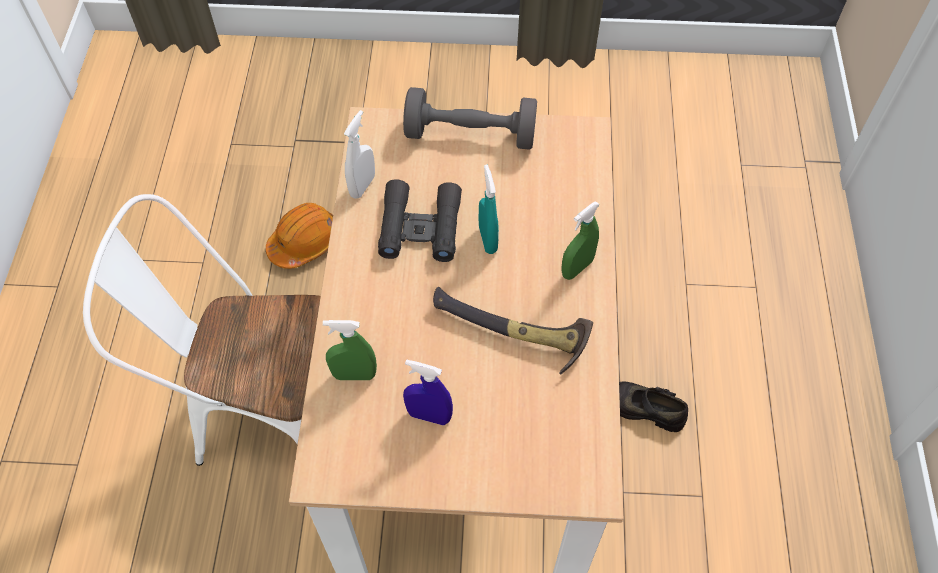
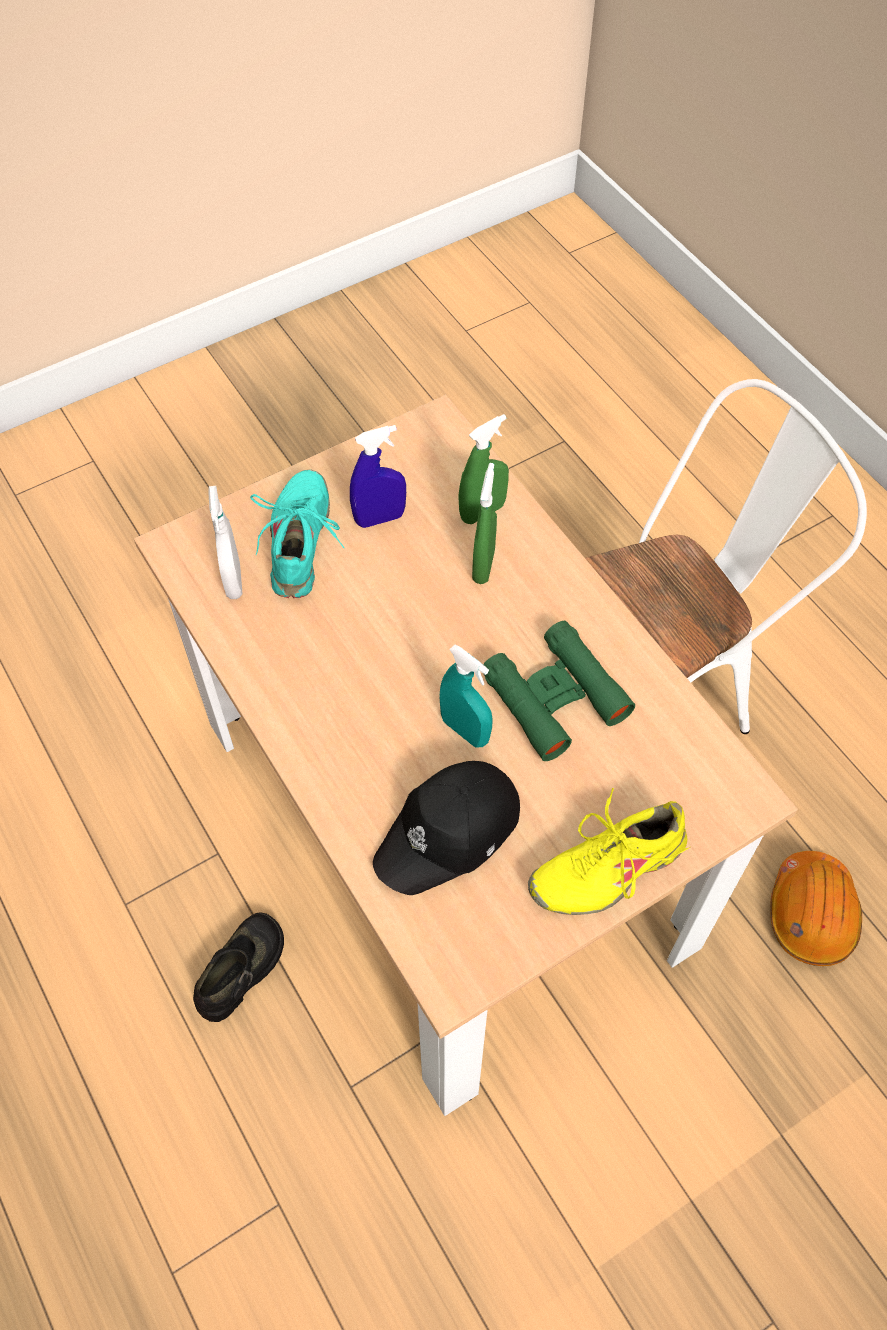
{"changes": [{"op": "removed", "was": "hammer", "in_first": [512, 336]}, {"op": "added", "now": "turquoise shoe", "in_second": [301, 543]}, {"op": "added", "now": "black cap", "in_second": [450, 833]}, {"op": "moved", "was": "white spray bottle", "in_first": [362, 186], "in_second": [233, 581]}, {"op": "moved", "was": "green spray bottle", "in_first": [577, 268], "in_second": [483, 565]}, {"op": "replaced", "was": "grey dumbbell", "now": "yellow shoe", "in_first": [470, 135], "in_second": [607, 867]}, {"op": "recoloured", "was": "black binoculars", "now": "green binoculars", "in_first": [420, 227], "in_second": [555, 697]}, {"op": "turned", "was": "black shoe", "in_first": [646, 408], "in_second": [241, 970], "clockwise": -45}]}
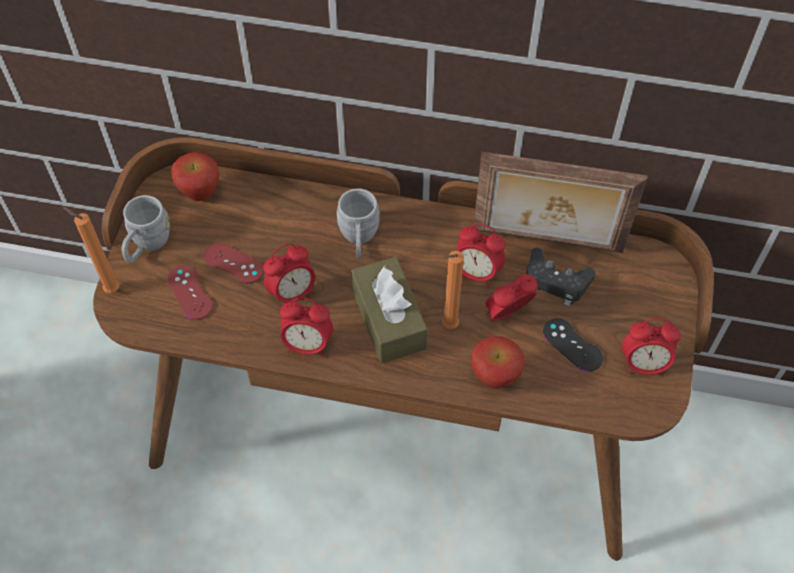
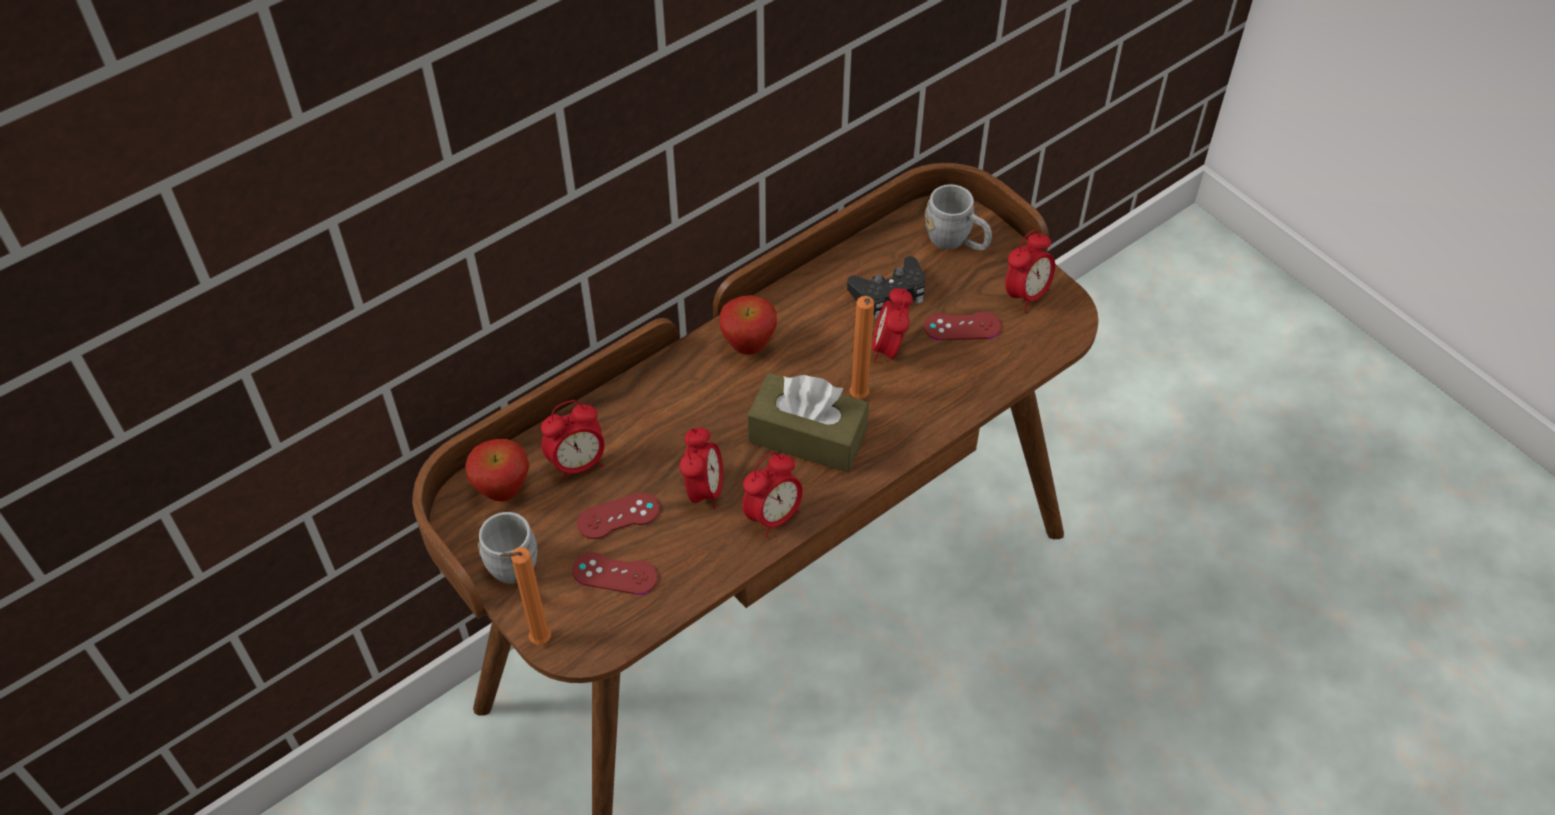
{"changes": [{"op": "removed", "was": "picture frame", "in_first": [547, 242]}, {"op": "moved", "was": "grey mug", "in_first": [359, 239], "in_second": [956, 241]}, {"op": "moved", "was": "alarm clock", "in_first": [476, 273], "in_second": [578, 464]}, {"op": "moved", "was": "apple", "in_first": [494, 378], "in_second": [748, 346]}, {"op": "recoloured", "was": "black game controller", "now": "red game controller", "in_first": [572, 345], "in_second": [962, 326]}]}
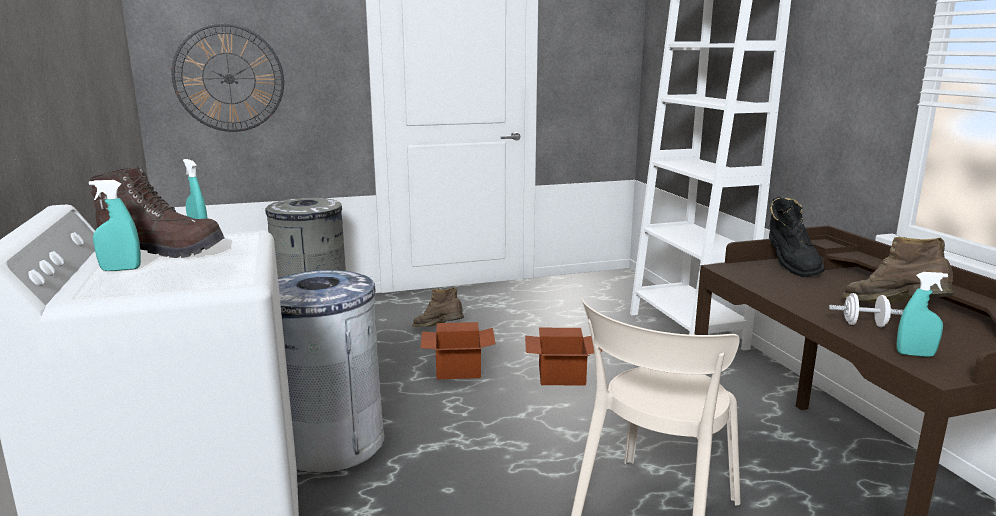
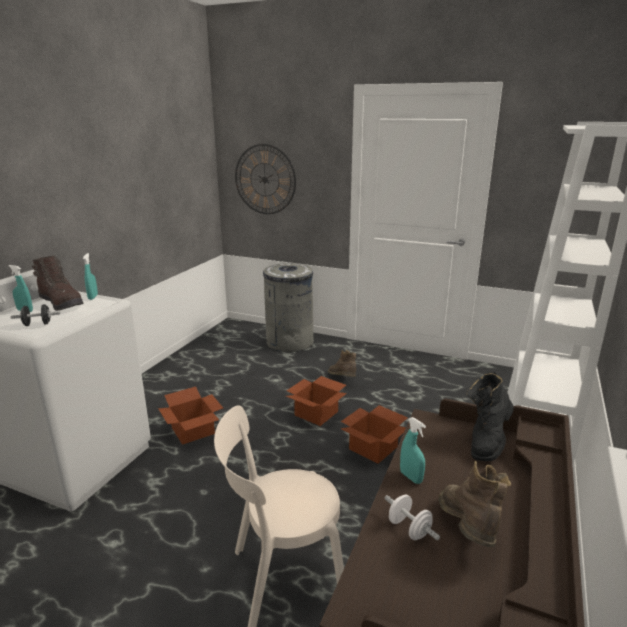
{"changes": [{"op": "added", "now": "black dumbbell", "in_second": [37, 324]}, {"op": "moved", "was": "turquoise spray bottle", "in_first": [915, 354], "in_second": [411, 477]}, {"op": "replaced", "was": "grey trash can", "now": "cardboard box", "in_first": [331, 443], "in_second": [192, 431]}]}
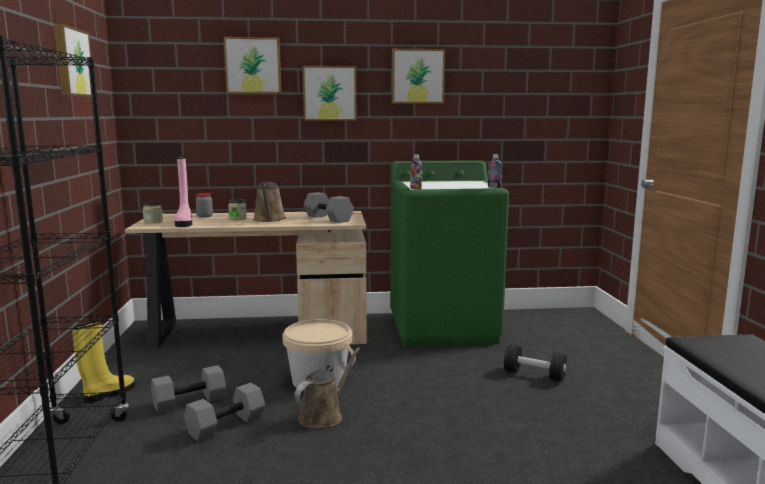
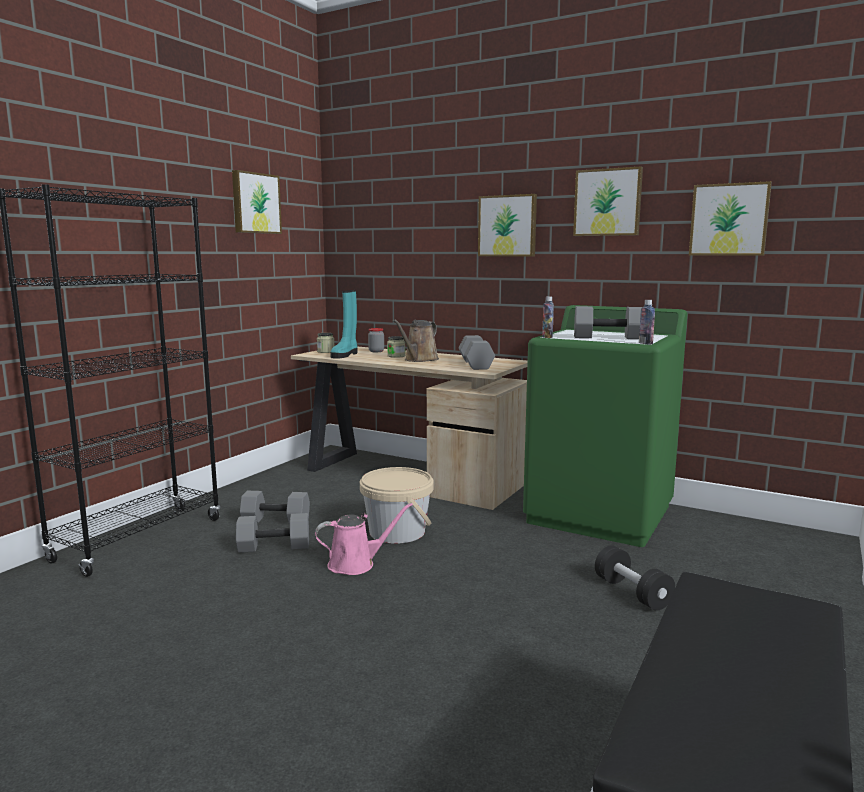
{"changes": [{"op": "removed", "was": "yellow boot", "in_first": [108, 394]}, {"op": "added", "now": "grey dumbbell", "in_second": [607, 337]}, {"op": "moved", "was": "picture", "in_first": [253, 65], "in_second": [729, 220]}, {"op": "recoloured", "was": "pink boot", "now": "turquoise boot", "in_first": [184, 223], "in_second": [345, 355]}, {"op": "recoloured", "was": "brown watering can", "now": "pink watering can", "in_first": [324, 416], "in_second": [356, 564]}]}
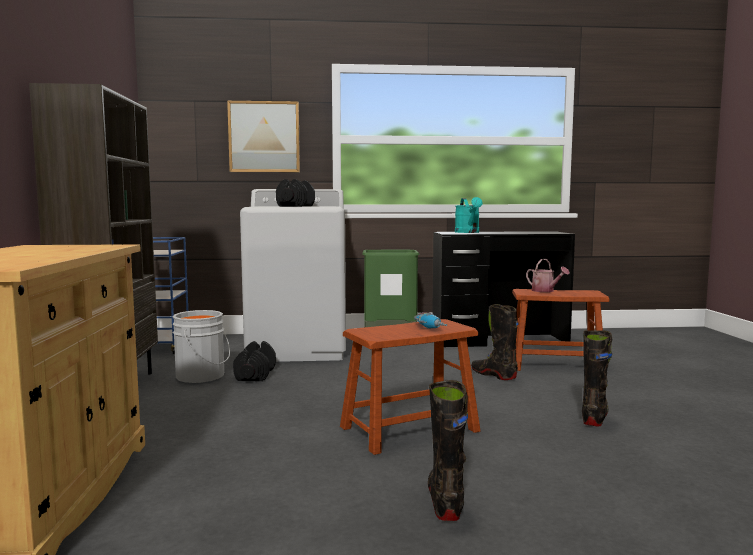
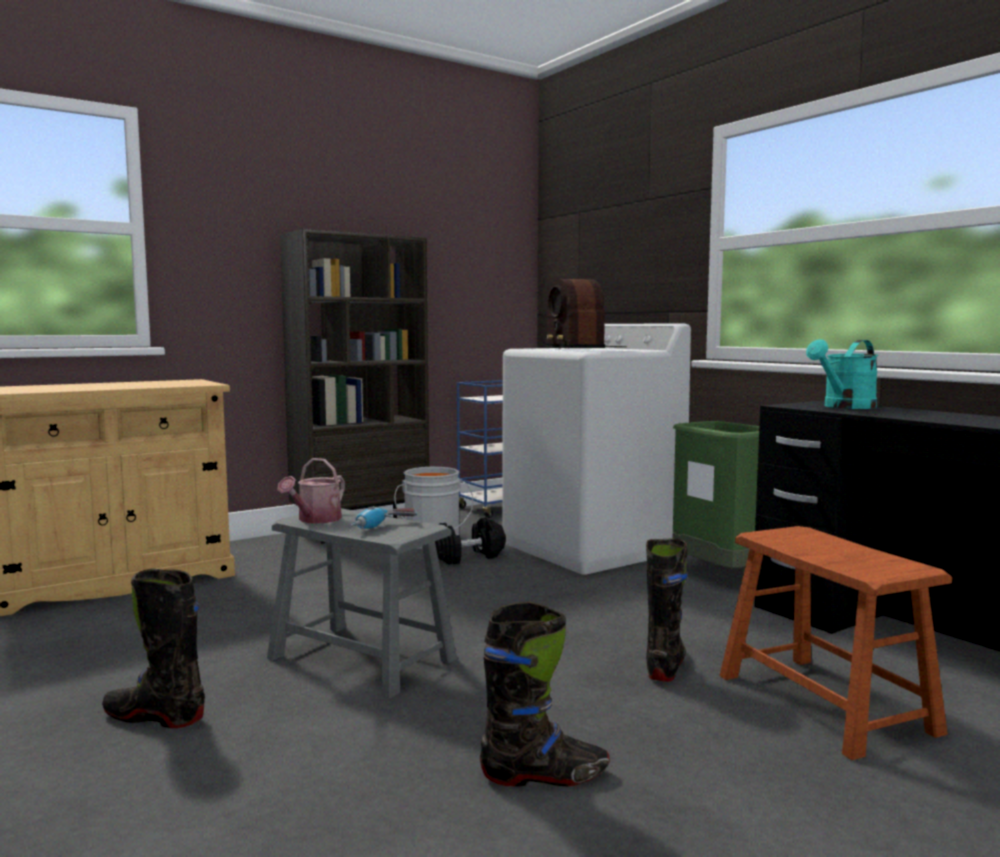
{"changes": [{"op": "removed", "was": "picture", "in_first": [264, 137]}, {"op": "moved", "was": "watering can", "in_first": [545, 291], "in_second": [316, 520]}, {"op": "replaced", "was": "black dumbbell", "now": "radio", "in_first": [296, 206], "in_second": [582, 349]}, {"op": "recoloured", "was": "brown stool", "now": "grey stool", "in_first": [409, 429], "in_second": [362, 659]}, {"op": "turned", "was": "black boot", "in_first": [445, 501], "in_second": [155, 717], "clockwise": -135}]}
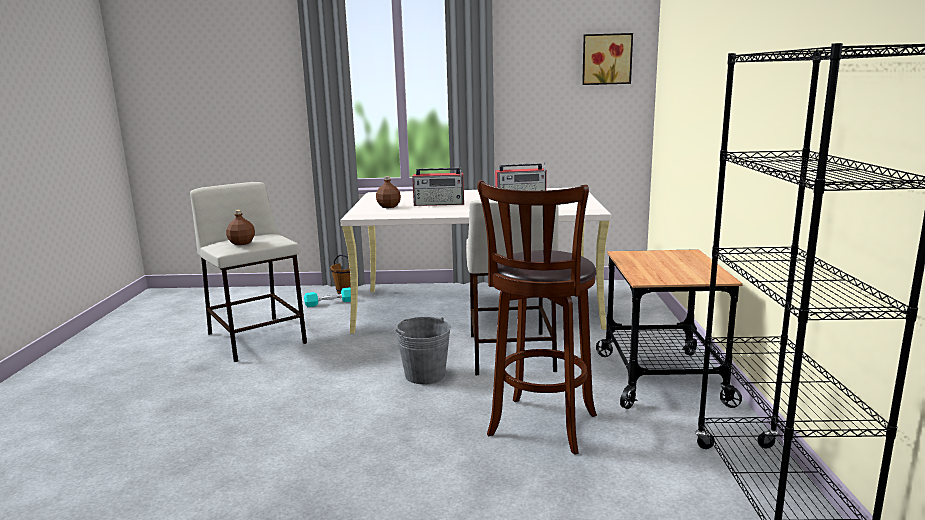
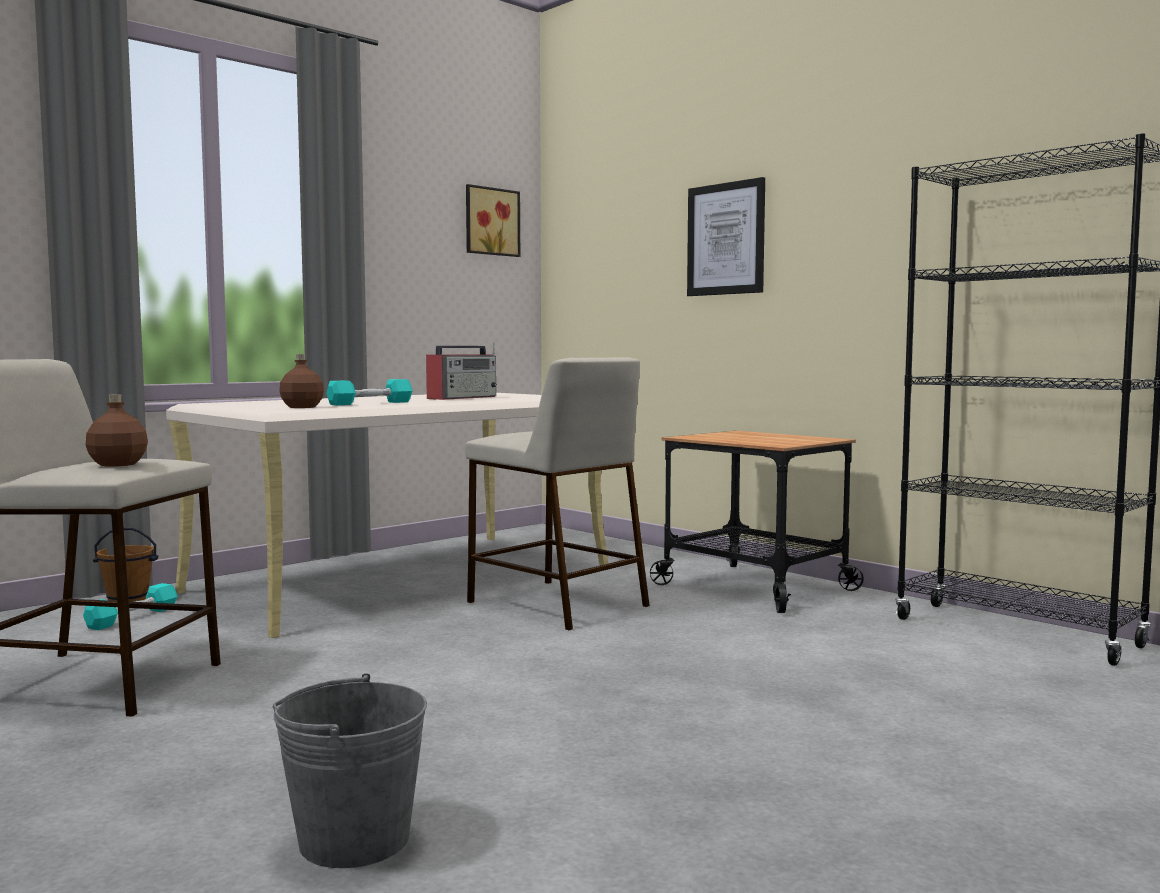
{"changes": [{"op": "removed", "was": "brown stool", "in_first": [541, 428]}, {"op": "added", "now": "picture", "in_second": [726, 239]}, {"op": "moved", "was": "grey bucket", "in_first": [425, 375], "in_second": [354, 839]}, {"op": "replaced", "was": "radio", "now": "turquoise dumbbell", "in_first": [440, 204], "in_second": [370, 403]}]}
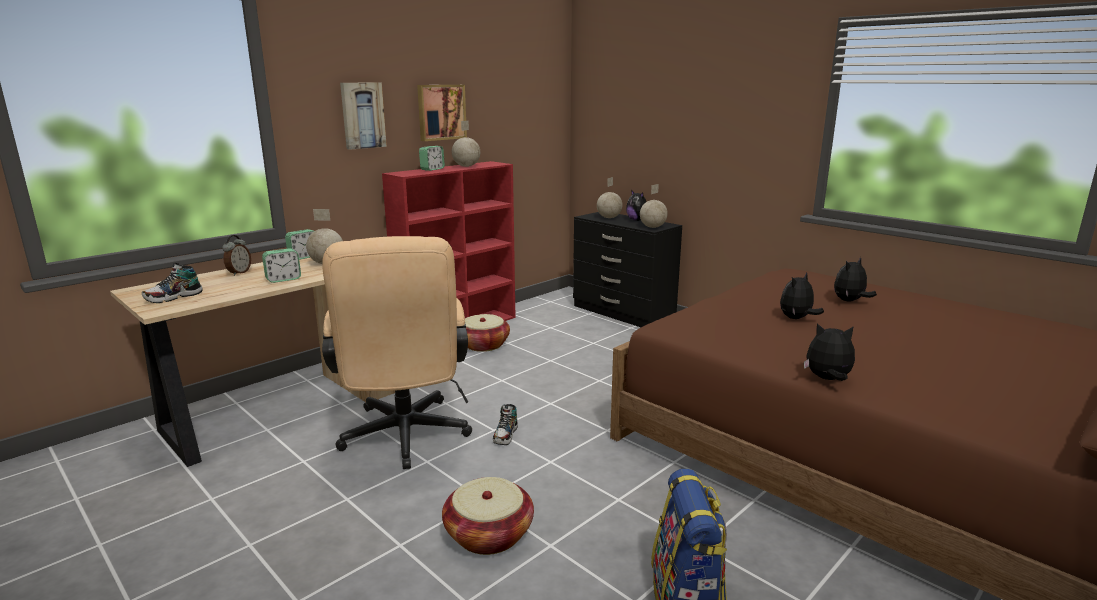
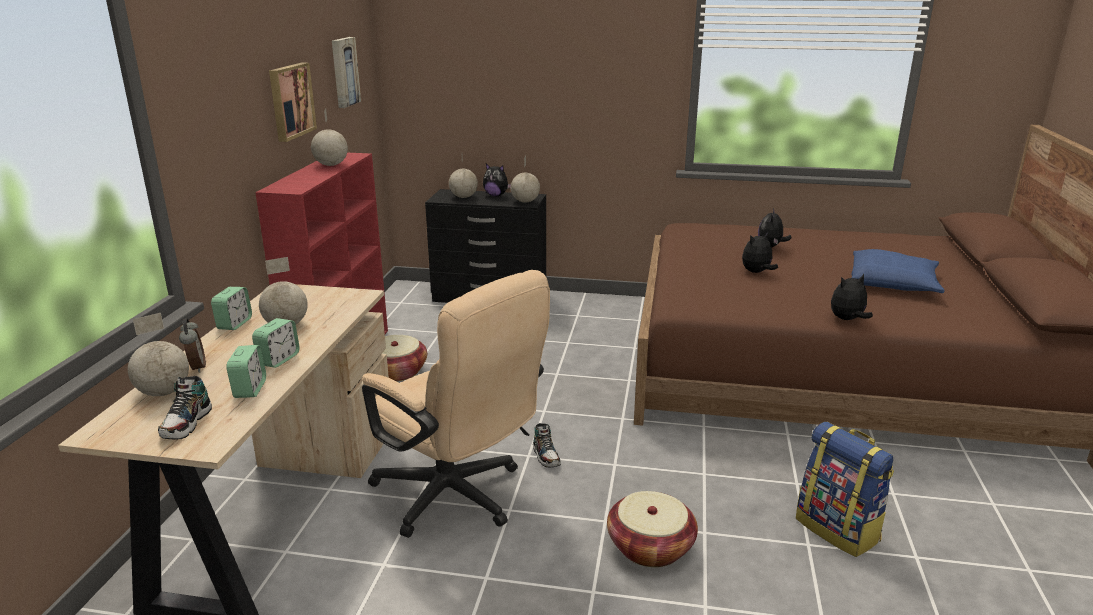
{"changes": [{"op": "added", "now": "globe", "in_second": [163, 392]}, {"op": "added", "now": "blue pillow", "in_second": [893, 283]}, {"op": "moved", "was": "picture", "in_first": [362, 115], "in_second": [344, 72]}, {"op": "moved", "was": "alarm clock", "in_first": [432, 169], "in_second": [250, 389]}, {"op": "turned", "was": "plush toy", "in_first": [797, 319], "in_second": [757, 272], "clockwise": 45}]}
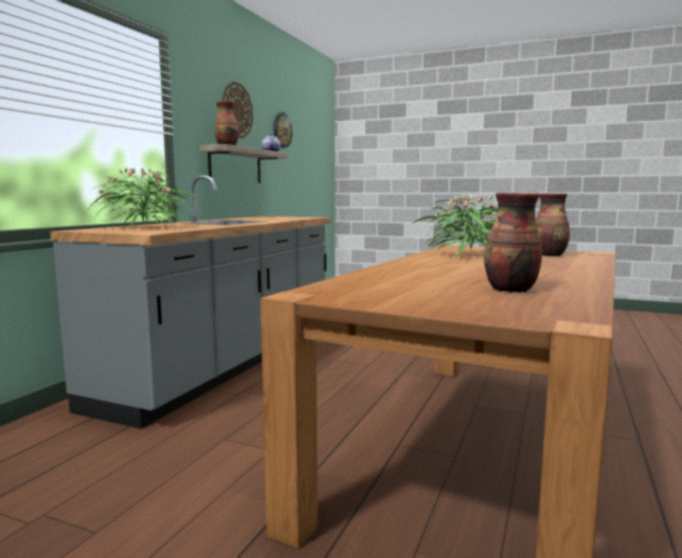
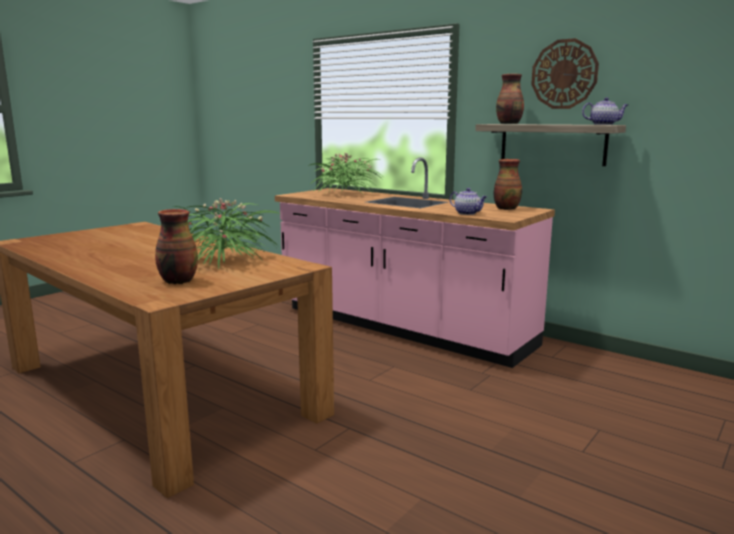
{"changes": [{"op": "removed", "was": "wall clock", "in_first": [282, 130]}, {"op": "added", "now": "teapot", "in_second": [468, 213]}, {"op": "moved", "was": "vase", "in_first": [509, 290], "in_second": [506, 208]}, {"op": "recoloured", "was": "grey counter", "now": "pink counter", "in_first": [228, 364], "in_second": [401, 327]}]}
